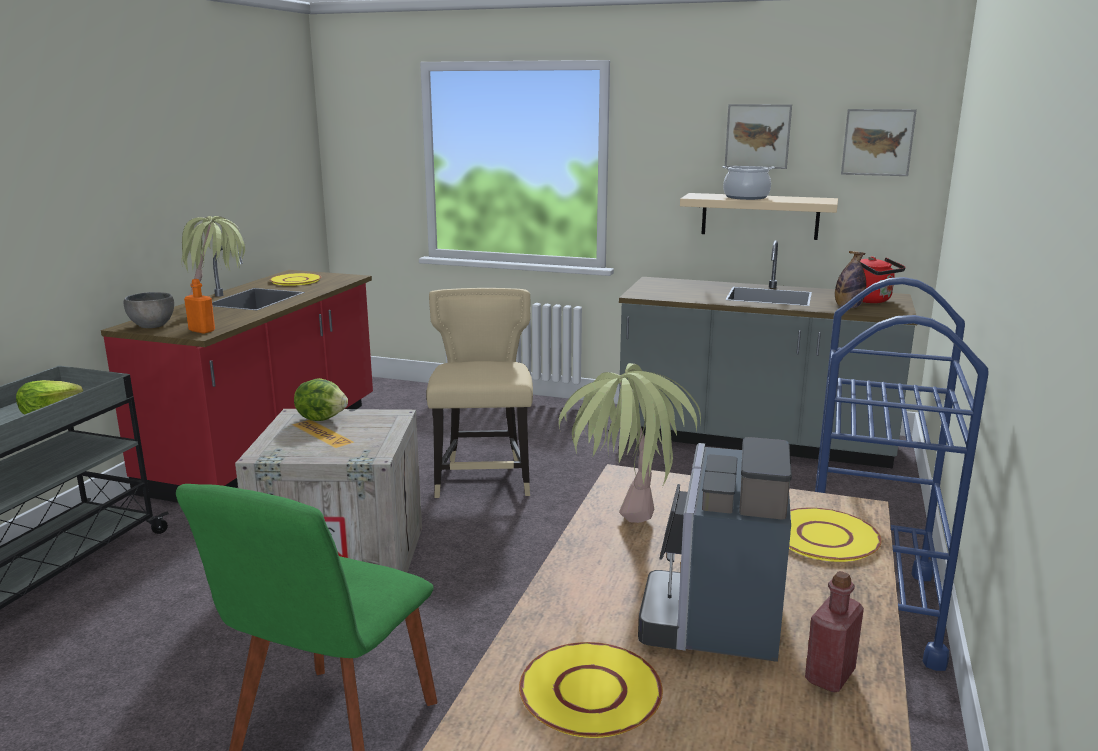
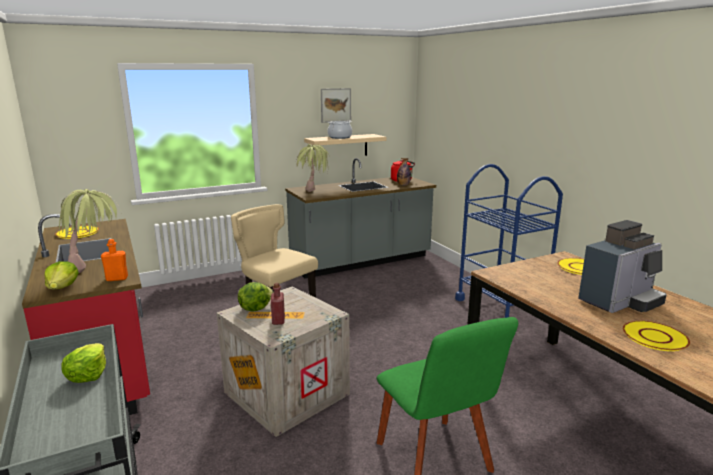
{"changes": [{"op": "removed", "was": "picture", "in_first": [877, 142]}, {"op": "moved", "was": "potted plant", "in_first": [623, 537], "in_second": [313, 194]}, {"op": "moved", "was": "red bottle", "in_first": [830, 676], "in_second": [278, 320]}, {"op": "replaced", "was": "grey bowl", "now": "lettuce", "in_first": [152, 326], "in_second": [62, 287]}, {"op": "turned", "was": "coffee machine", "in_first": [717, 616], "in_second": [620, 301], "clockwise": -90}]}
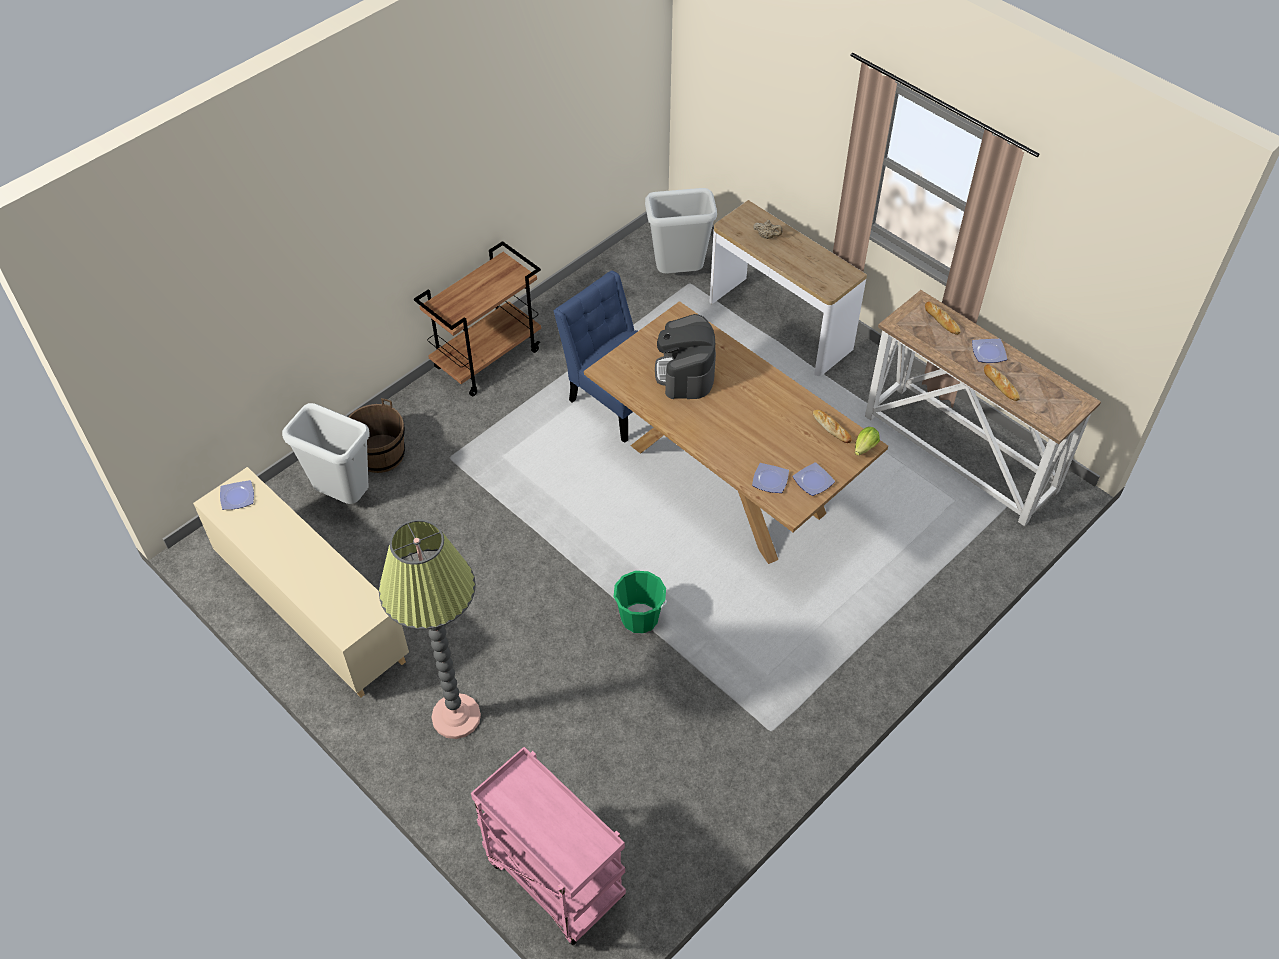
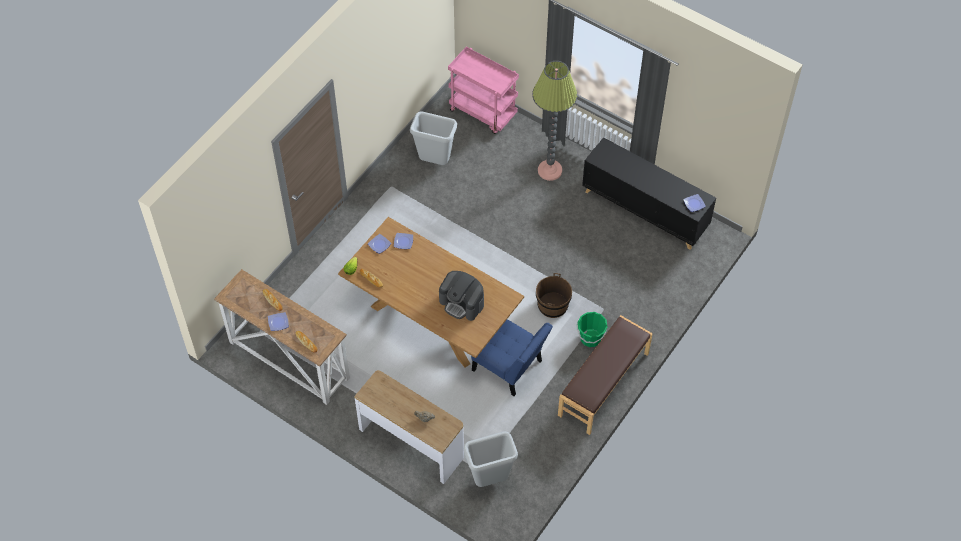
{"changes": [{"op": "moved", "was": "grey trash can", "in_first": [342, 496], "in_second": [435, 161]}, {"op": "moved", "was": "brown bucket", "in_first": [380, 454], "in_second": [552, 305]}, {"op": "moved", "was": "green bucket", "in_first": [640, 618], "in_second": [590, 338]}, {"op": "replaced", "was": "brown cart", "now": "brown bench", "in_first": [487, 358], "in_second": [604, 384]}, {"op": "recoloured", "was": "beige cabinet", "now": "black cabinet", "in_first": [311, 609], "in_second": [645, 210]}, {"op": "turned", "was": "coffee machine", "in_first": [685, 373], "in_second": [462, 303], "clockwise": 135}]}
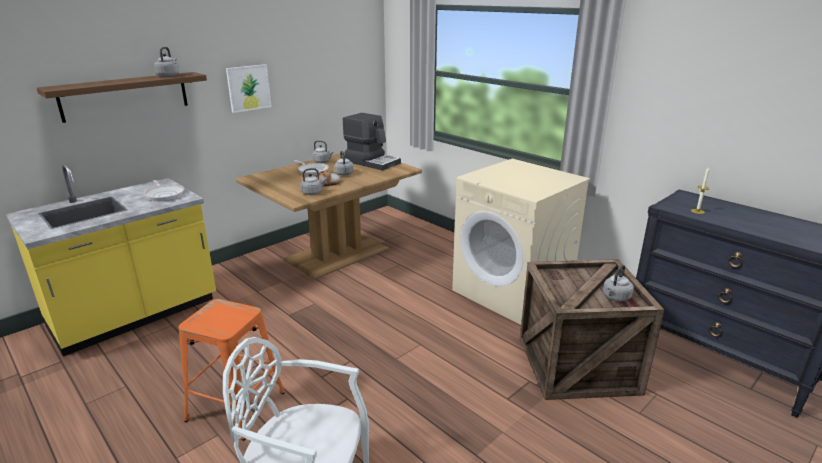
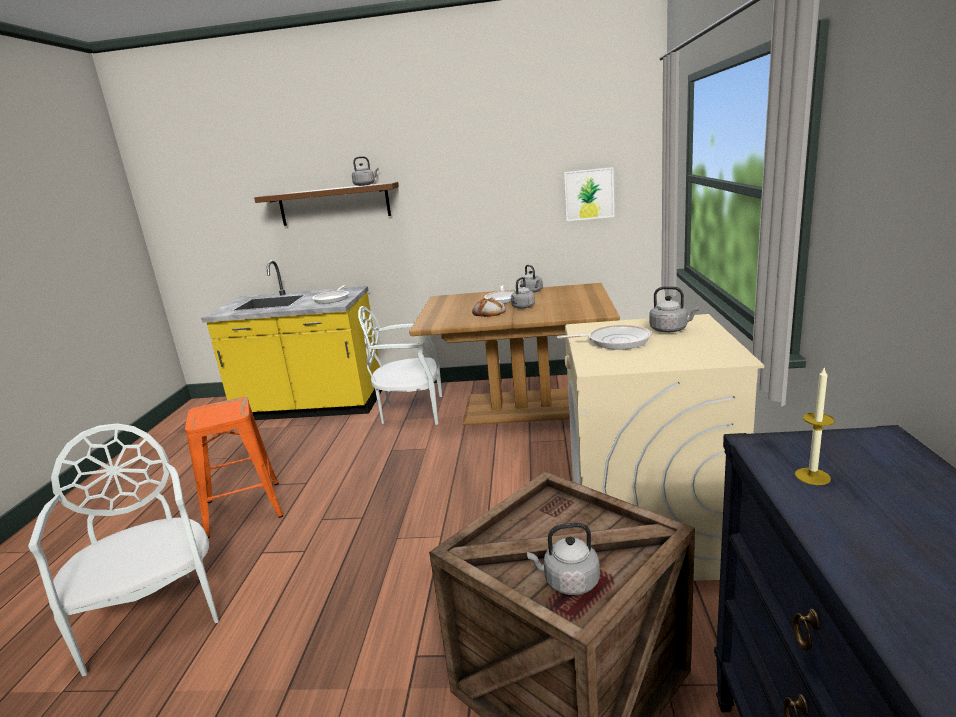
{"changes": [{"op": "removed", "was": "coffee machine", "in_first": [372, 162]}, {"op": "added", "now": "white chair", "in_second": [411, 411]}, {"op": "added", "now": "frying pan", "in_second": [615, 341]}, {"op": "moved", "was": "picture", "in_first": [248, 88], "in_second": [589, 194]}, {"op": "moved", "was": "grey kettle", "in_first": [313, 192], "in_second": [670, 330]}]}
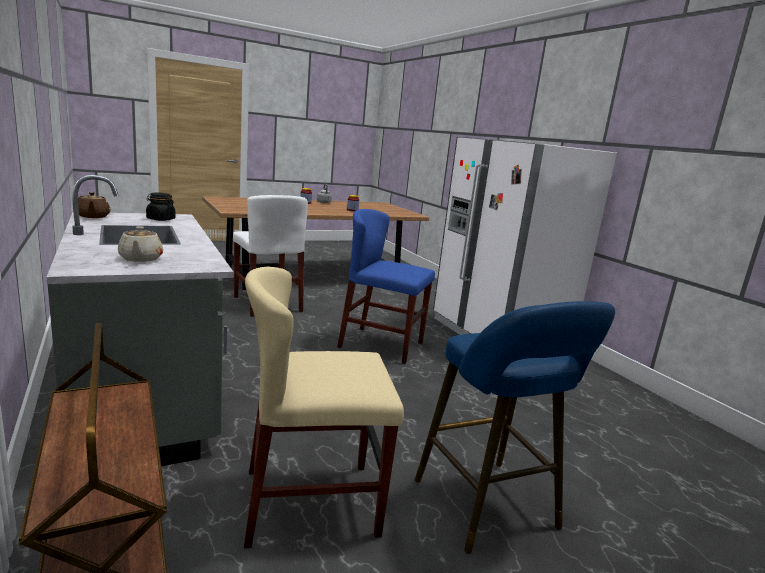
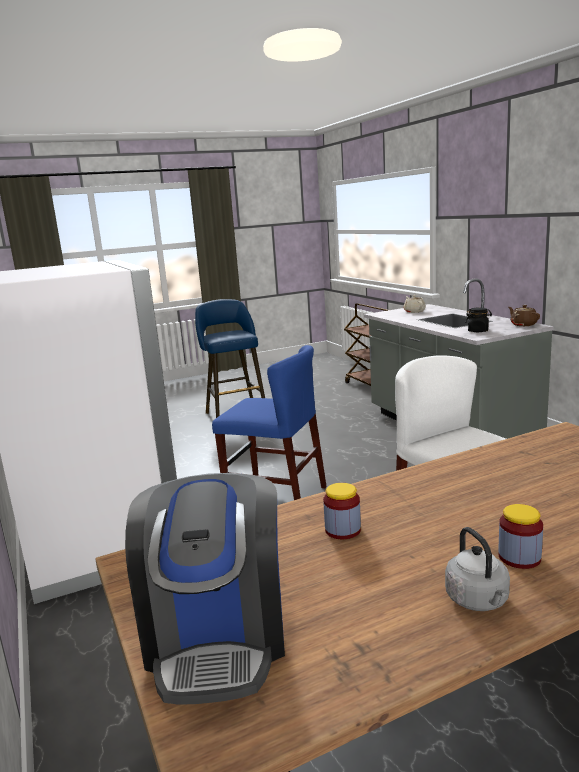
{"changes": [{"op": "removed", "was": "beige chair", "in_first": [311, 502]}, {"op": "added", "now": "coffee machine", "in_second": [217, 637]}]}
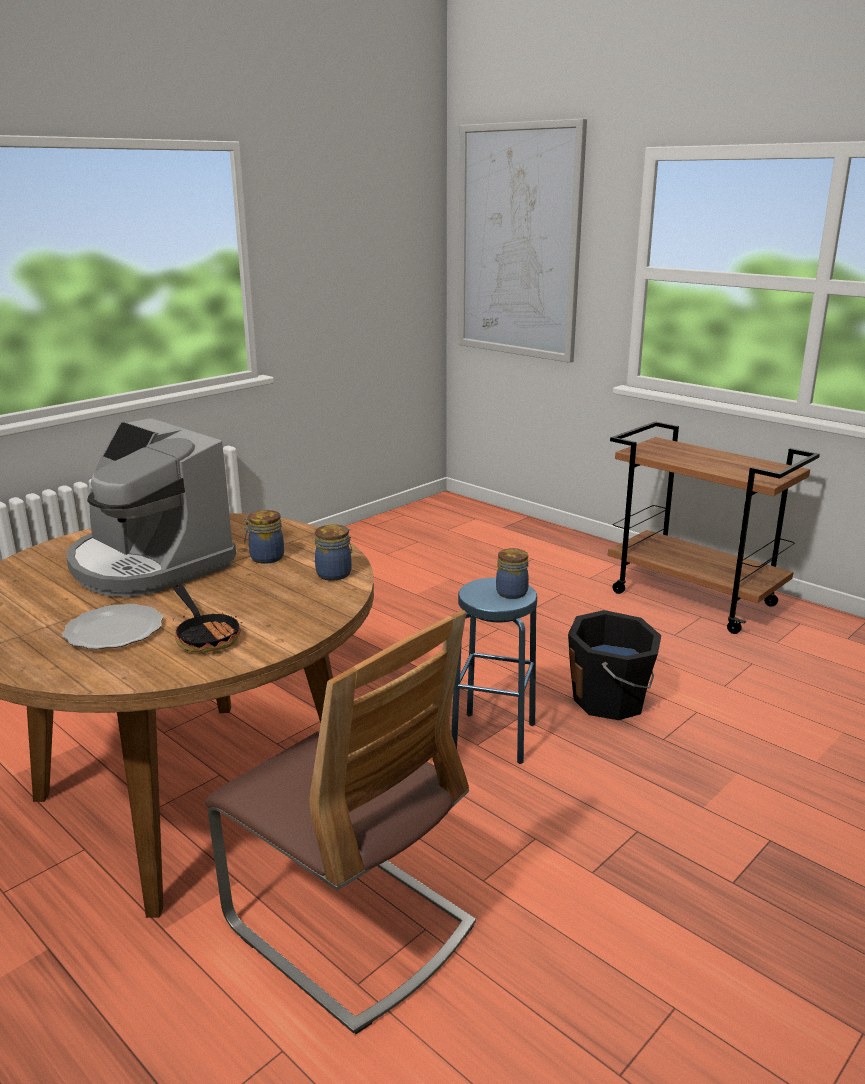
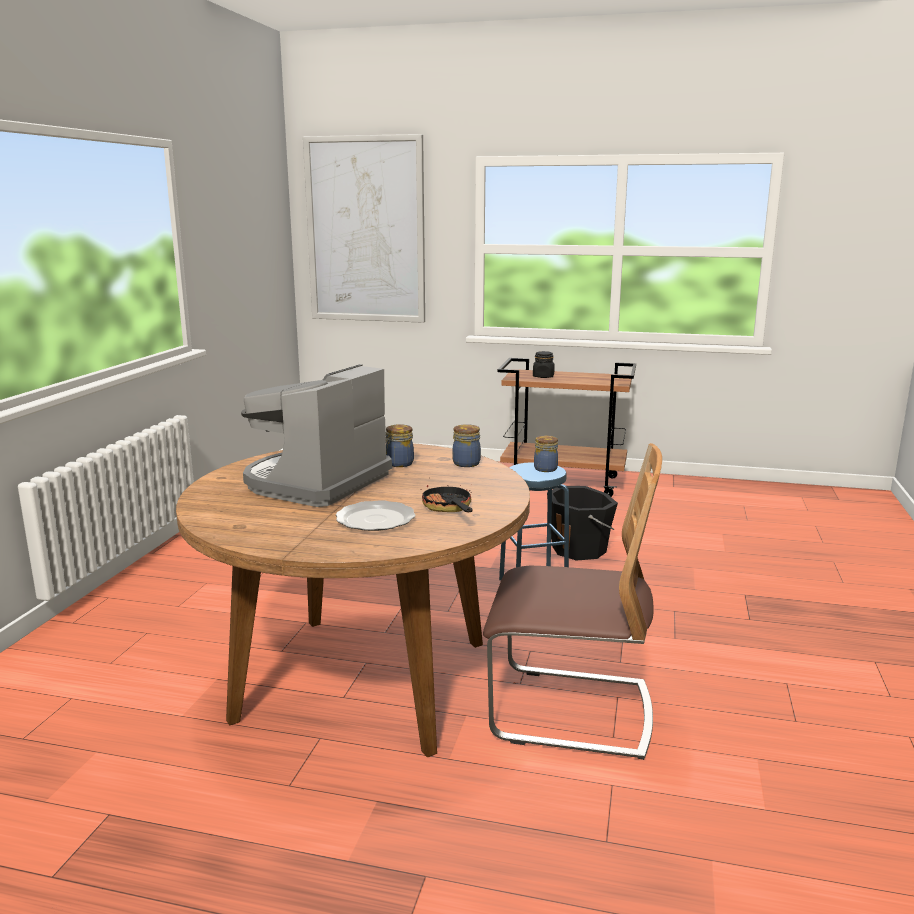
{"changes": [{"op": "added", "now": "black jar", "in_second": [543, 376]}, {"op": "turned", "was": "coffee machine", "in_first": [148, 564], "in_second": [315, 482], "clockwise": 105}, {"op": "turned", "was": "frying pan", "in_first": [205, 636], "in_second": [448, 508], "clockwise": -135}]}
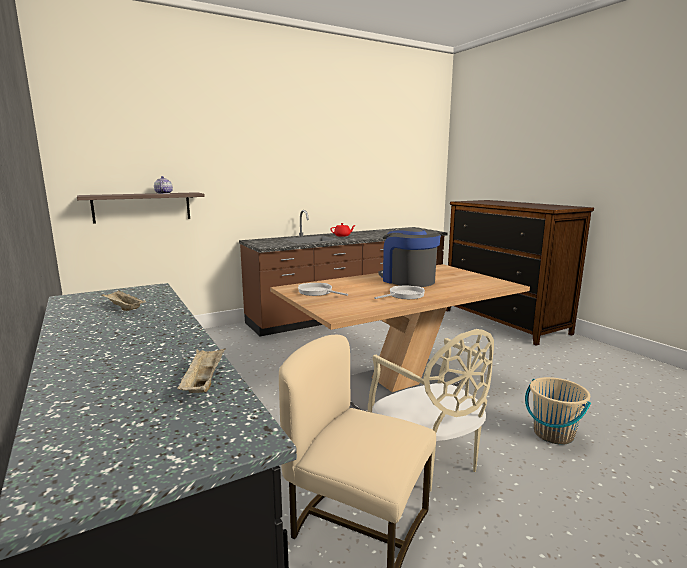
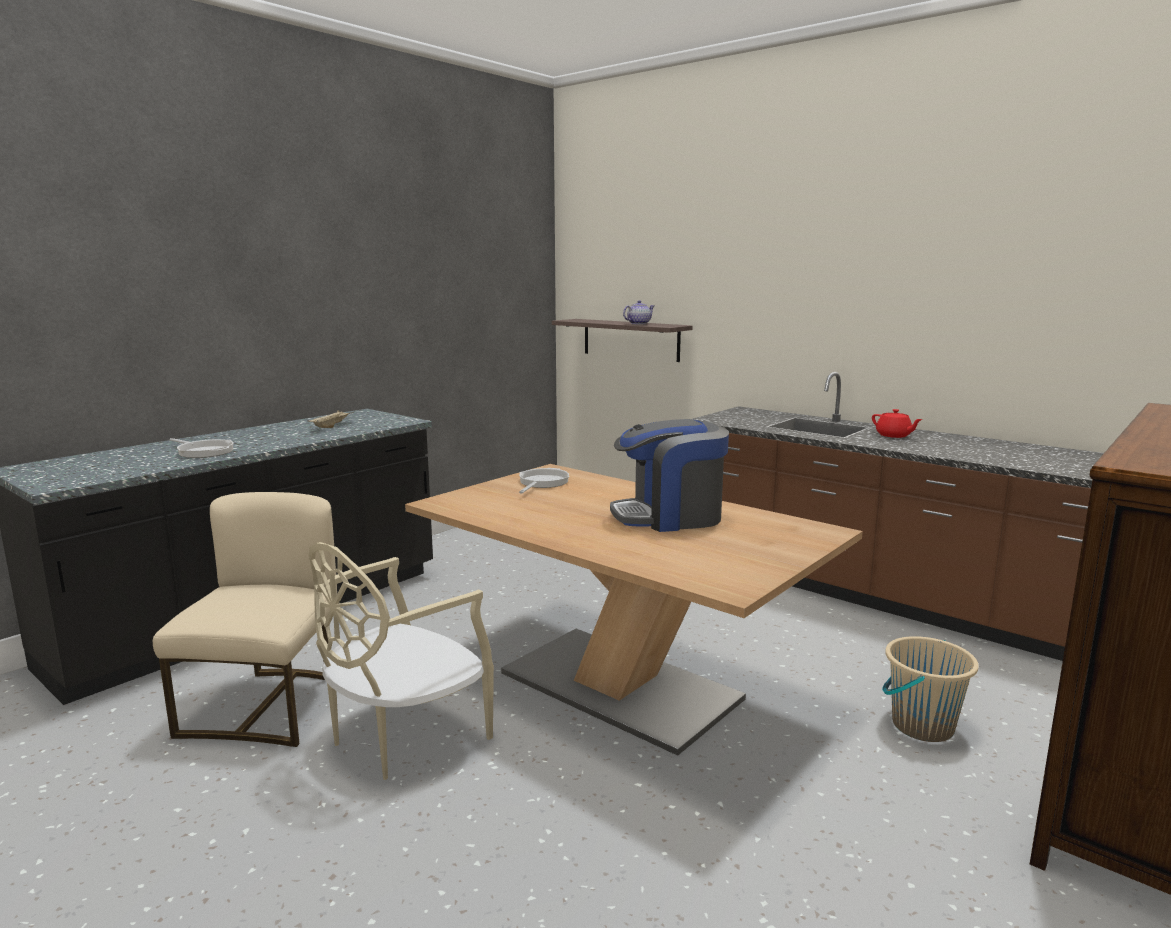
{"changes": [{"op": "removed", "was": "beige tray", "in_first": [204, 382]}, {"op": "moved", "was": "frying pan", "in_first": [404, 295], "in_second": [204, 451]}, {"op": "moved", "was": "beige bucket", "in_first": [553, 434], "in_second": [922, 726]}, {"op": "turned", "was": "coffee machine", "in_first": [407, 280], "in_second": [669, 517], "clockwise": -135}]}
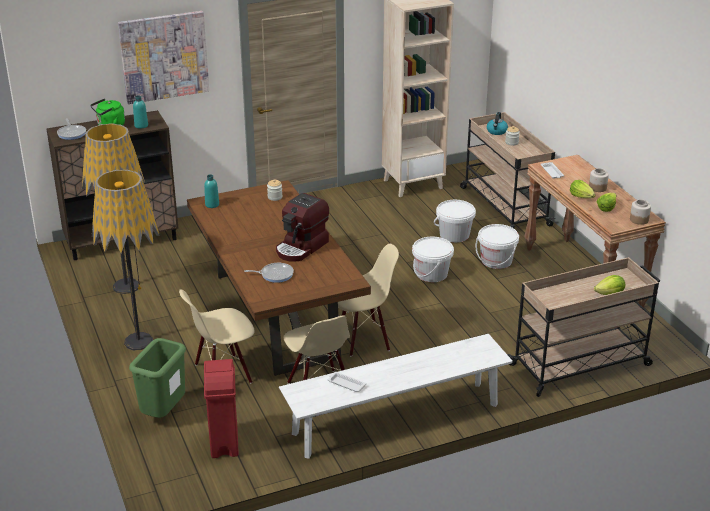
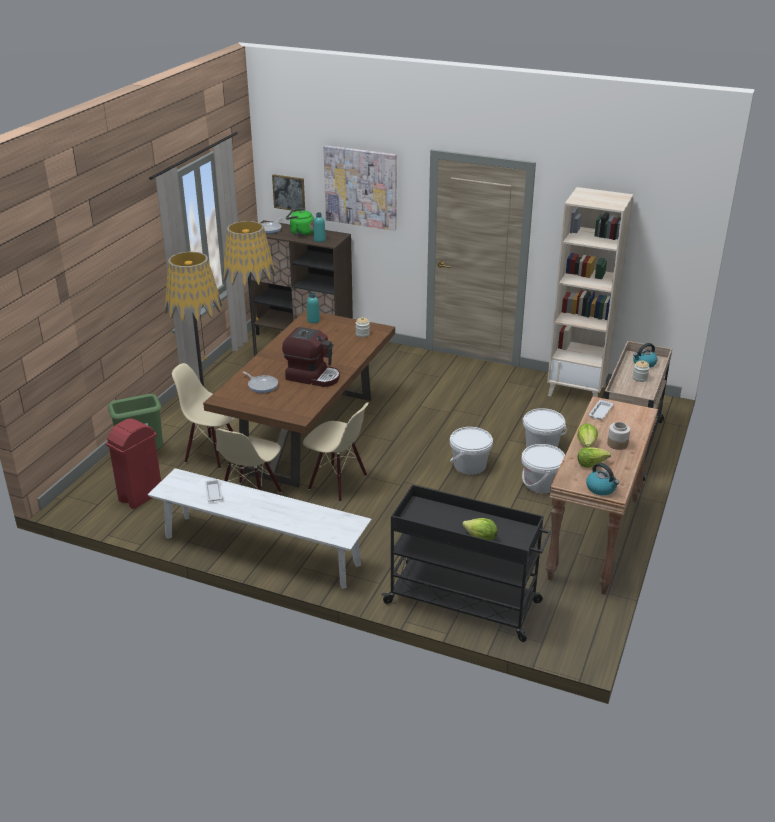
{"changes": [{"op": "added", "now": "picture", "in_second": [289, 193]}, {"op": "replaced", "was": "jar", "now": "kettle", "in_first": [639, 220], "in_second": [601, 488]}, {"op": "recoloured", "was": "beige cart", "now": "black cart", "in_first": [581, 364], "in_second": [464, 603]}, {"op": "turned", "was": "coffee machine", "in_first": [302, 247], "in_second": [313, 376], "clockwise": -150}]}
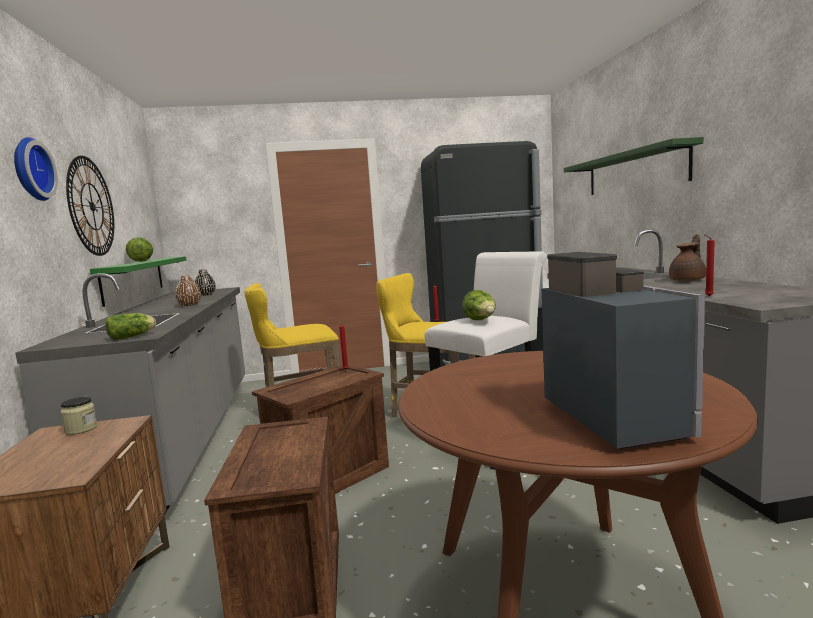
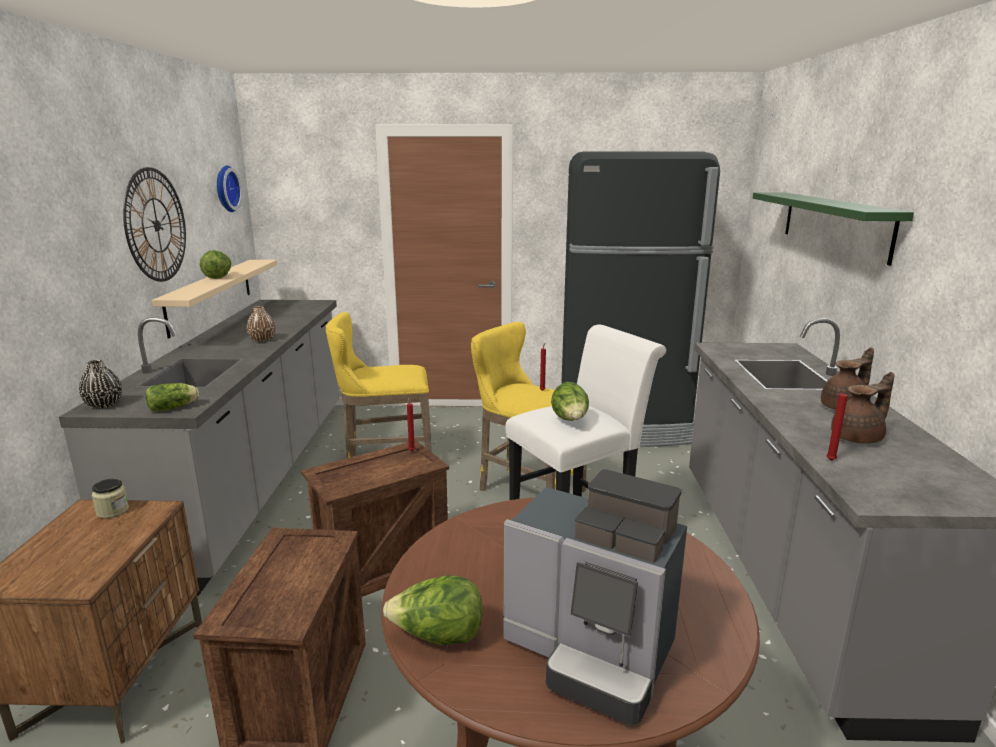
{"changes": [{"op": "added", "now": "lettuce", "in_second": [438, 637]}, {"op": "added", "now": "brown teapot", "in_second": [858, 438]}, {"op": "moved", "was": "wall clock", "in_first": [30, 169], "in_second": [225, 189]}, {"op": "moved", "was": "black vase", "in_first": [205, 295], "in_second": [104, 405]}, {"op": "recoloured", "was": "green shelf", "now": "beige shelf", "in_first": [134, 279], "in_second": [210, 295]}, {"op": "turned", "was": "coffee machine", "in_first": [618, 416], "in_second": [591, 653], "clockwise": 120}]}
